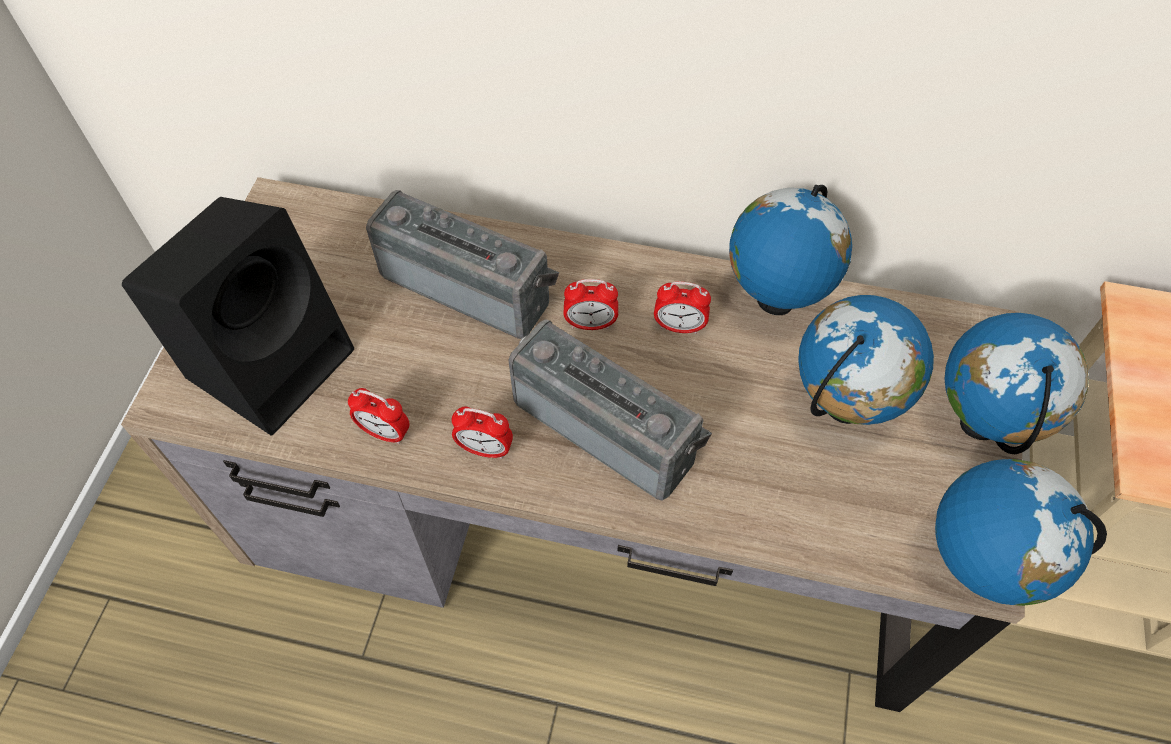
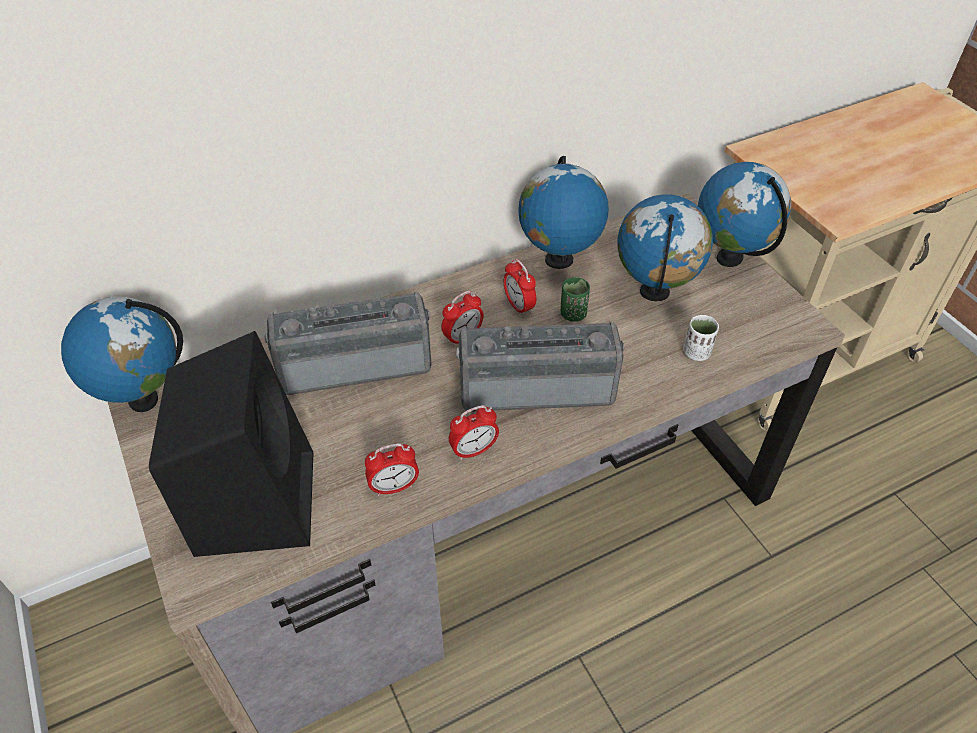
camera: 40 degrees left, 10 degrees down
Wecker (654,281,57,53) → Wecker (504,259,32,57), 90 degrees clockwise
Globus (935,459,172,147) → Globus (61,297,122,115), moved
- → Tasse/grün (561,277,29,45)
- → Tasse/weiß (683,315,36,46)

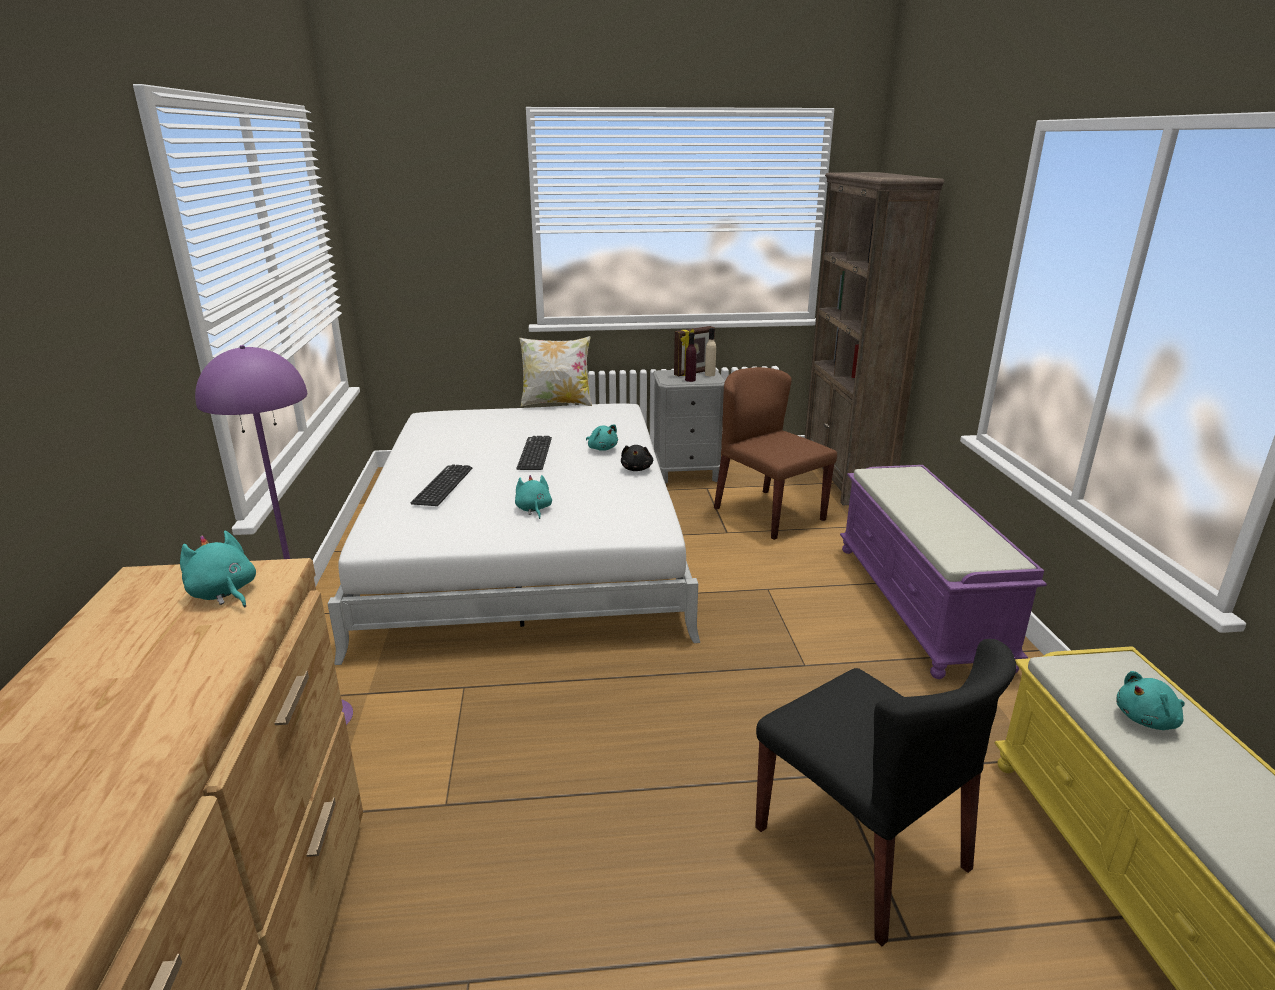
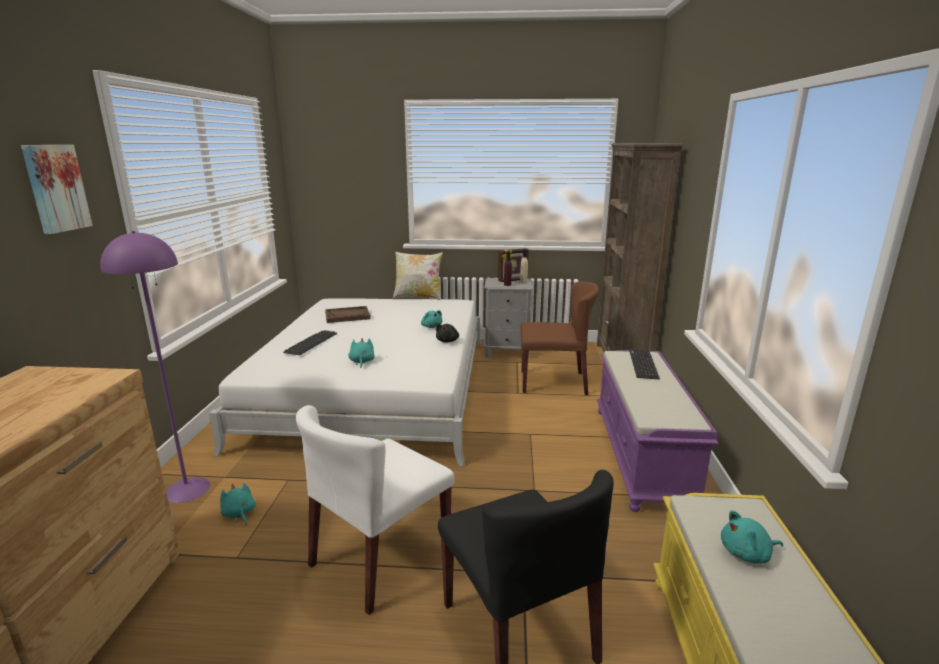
camera: 10 degrees right, 5 degrees down
Plüschtier/türkis (180,530,76,78) → Plüschtier/türkis (220,482,35,43), moved
Tastatur (516,436,36,34) → Tastatur (629,349,31,30), moved
Stuhl/braun (714,367,123,173) → Stuhl/braun (520,282,79,113), 120 degrees clockwise
- → Bild (21,145,72,89)
- → Stuhl/weiß (296,405,159,210)
- → Tablett/braun (325,306,46,17)

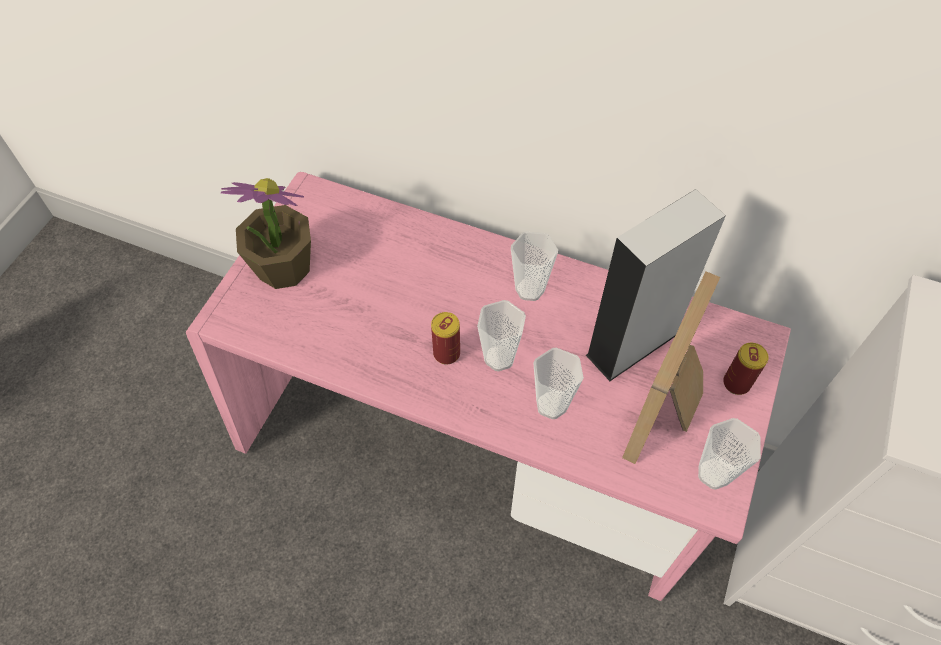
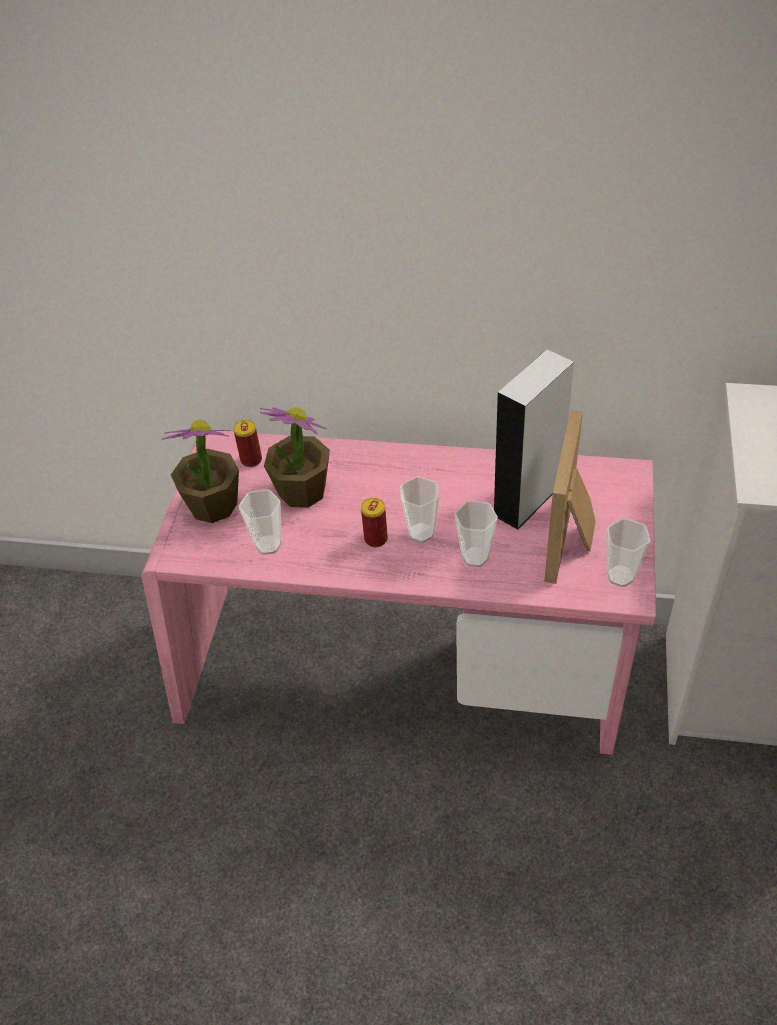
camera: 10 degrees left, 10 degrees down
Tasse (511,232,47,69) → Tasse (239,489,43,66), moved
Dose (723,343,46,52) → Dose (233,420,29,47), moved
- → Topfpflanze (260,407,70,101)

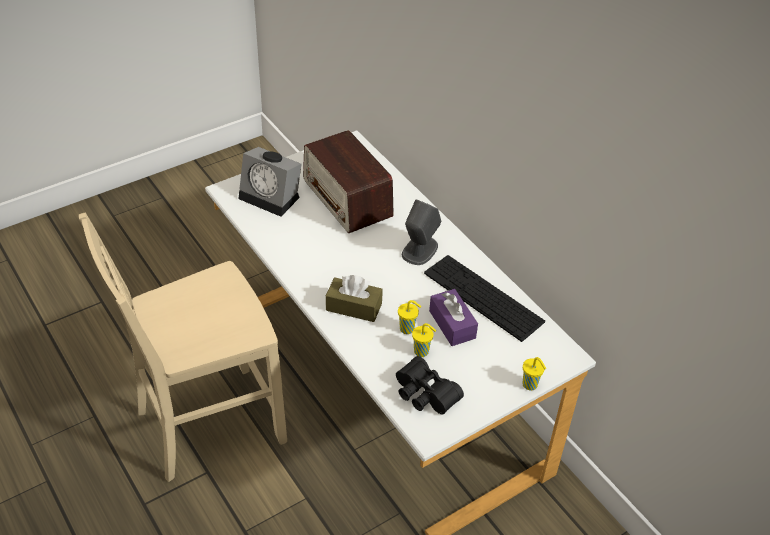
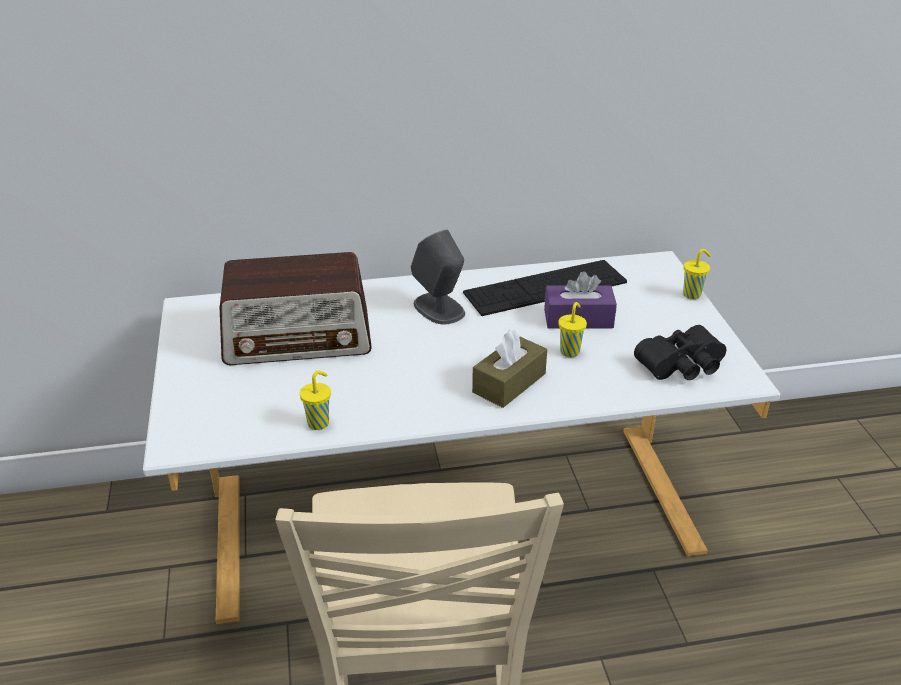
camera: 65 degrees left, 10 degrees down
Wecker (238,147,63,70) → -
Tasse/gelb (412,323,24,34) → Tasse/gelb (300,371,31,59), moved

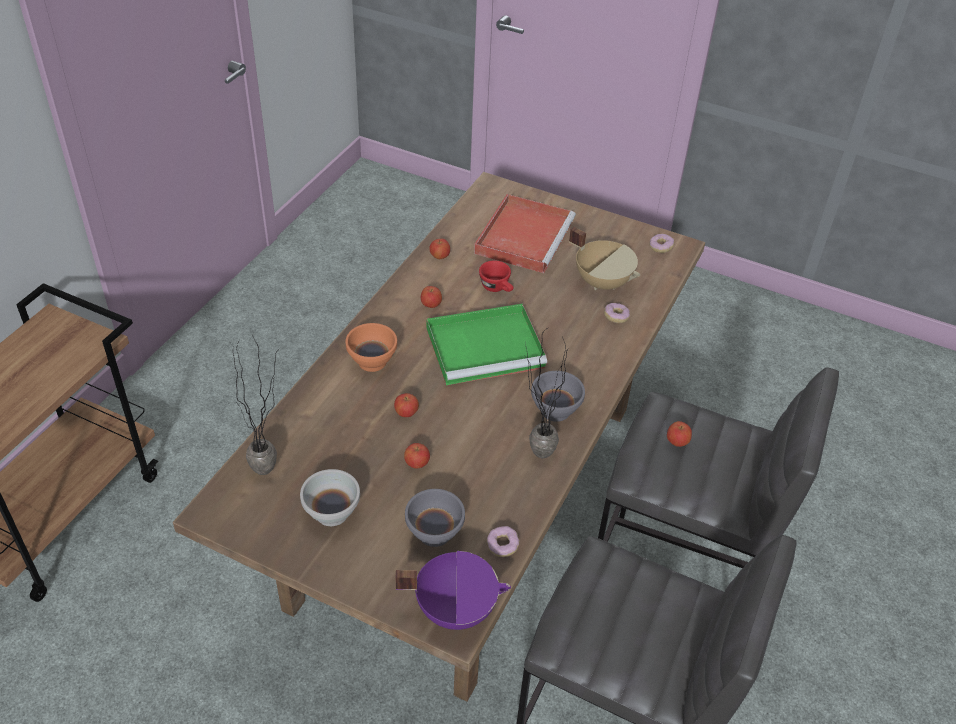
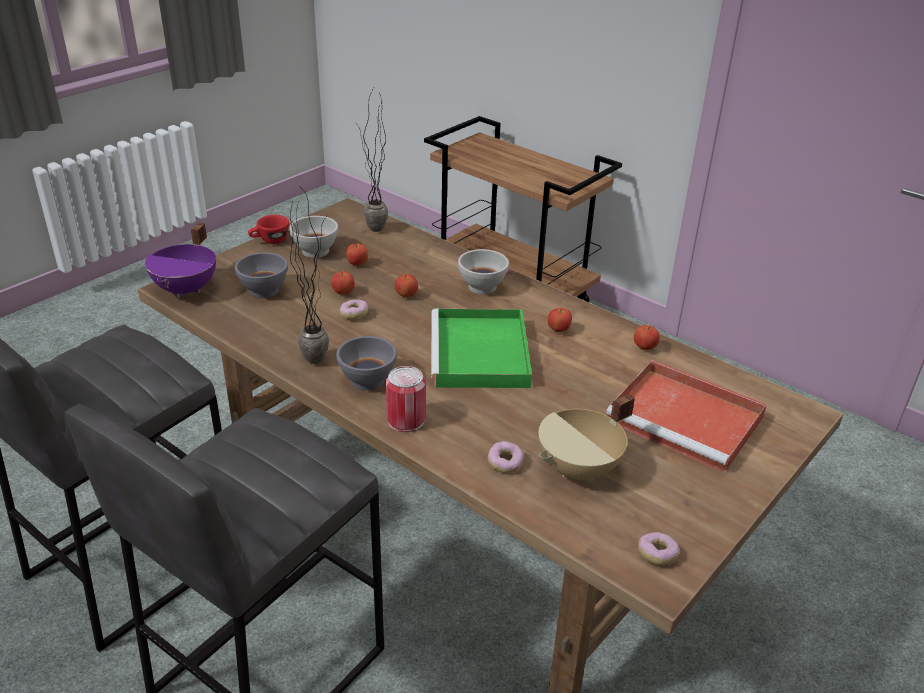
camera: 105 degrees right, 10 degrees down
Schüssel/orange (345,323,52,49) → Schüssel/weiß (458,249,51,45)
Tasse/rot (479,261,34,31) → Tasse/rot (248,215,41,29), moved
Donut (487,526,33,31) → Donut (340,299,28,20), moved
Apfel (667,421,25,26) → Apfel (346,244,22,22), moved
- → Dose (386,366,40,66)

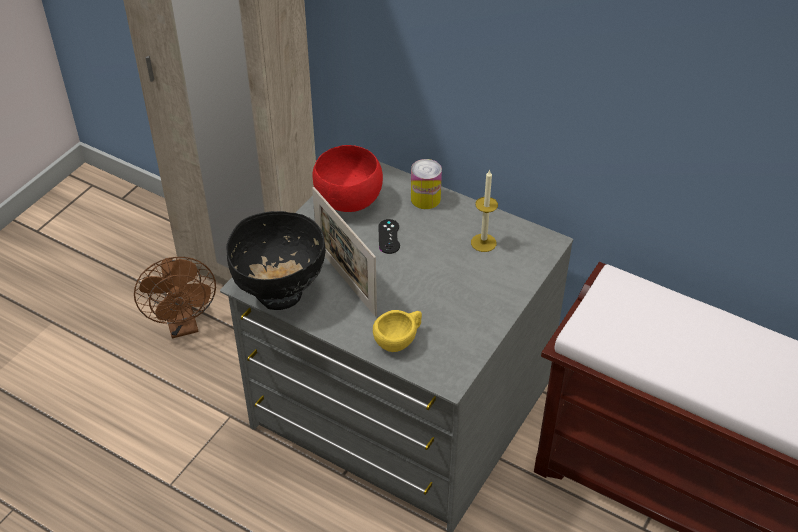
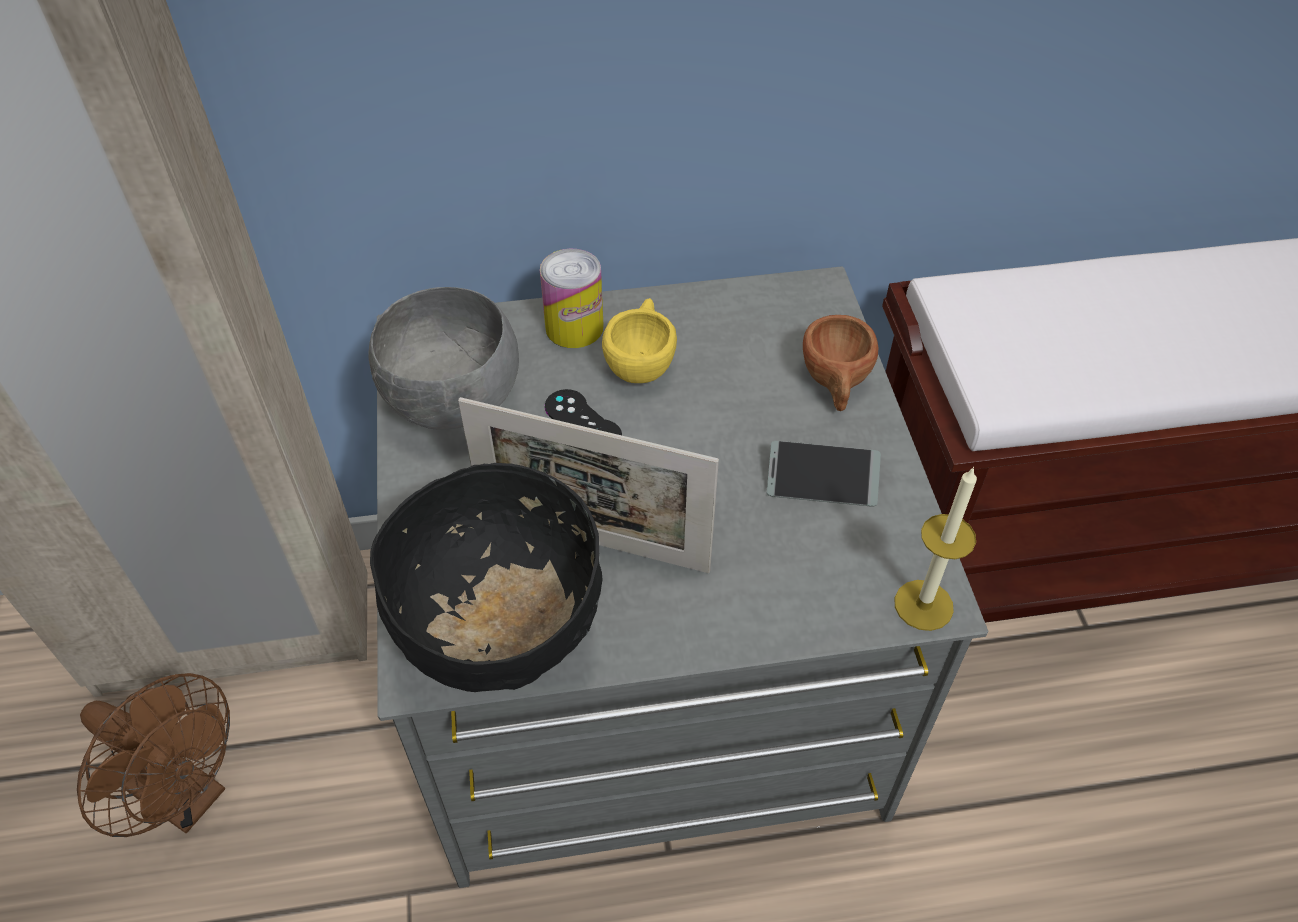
camera: 40 degrees left, 5 degrees up
Schüssel/rot (313,145,70,67) → Schüssel/grau (368,287,151,143)
Tasse/gelb (373,310,49,42) → Tasse/gelb (602,298,75,85), moved
Kerze (471,169,27,83) → Kerze (895,467,82,164), moved
- → Handy (767,441,114,65)
- → Tasse/braun (803,315,75,96)

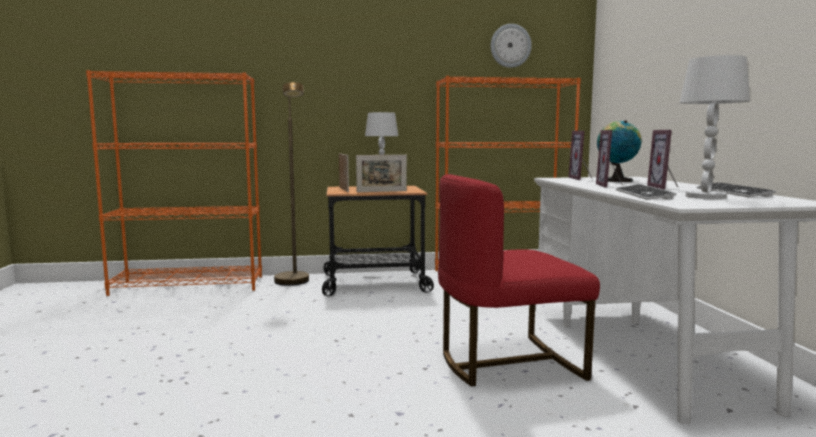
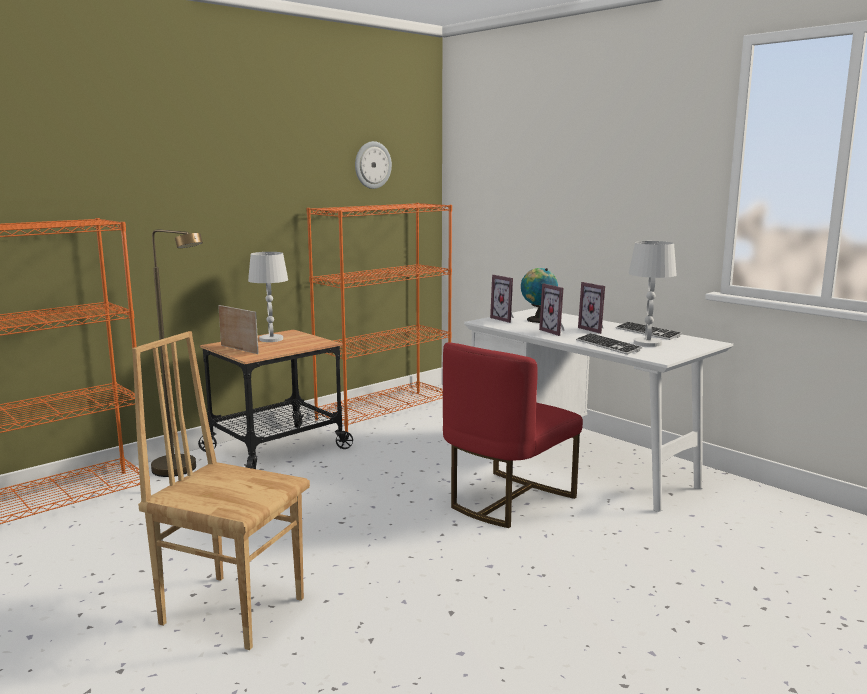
camera: 35 degrees left, 5 degrees up
Bilderrahmen (356,155,51,37) → -
- → Stuhl/braun (132,331,178,319)

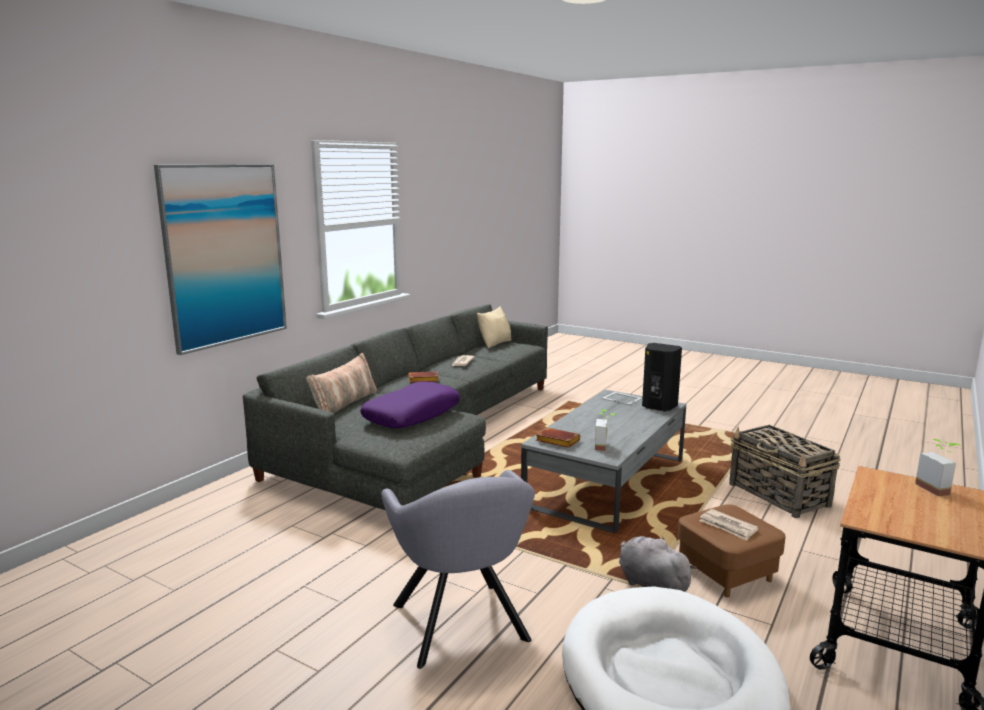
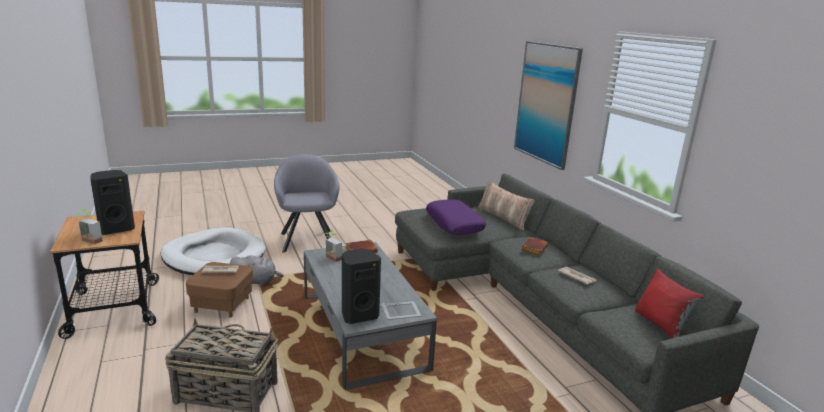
camera: 125 degrees right, 5 degrees up
Sessel/grau (381,470,154,199) → Sessel/grau (274,154,66,99), 60 degrees clockwise
Kissen/beige (477,306,35,42) → Kissen/rot (635,268,69,71)
- → Lautsprecher/schwarz (90,170,45,65)

